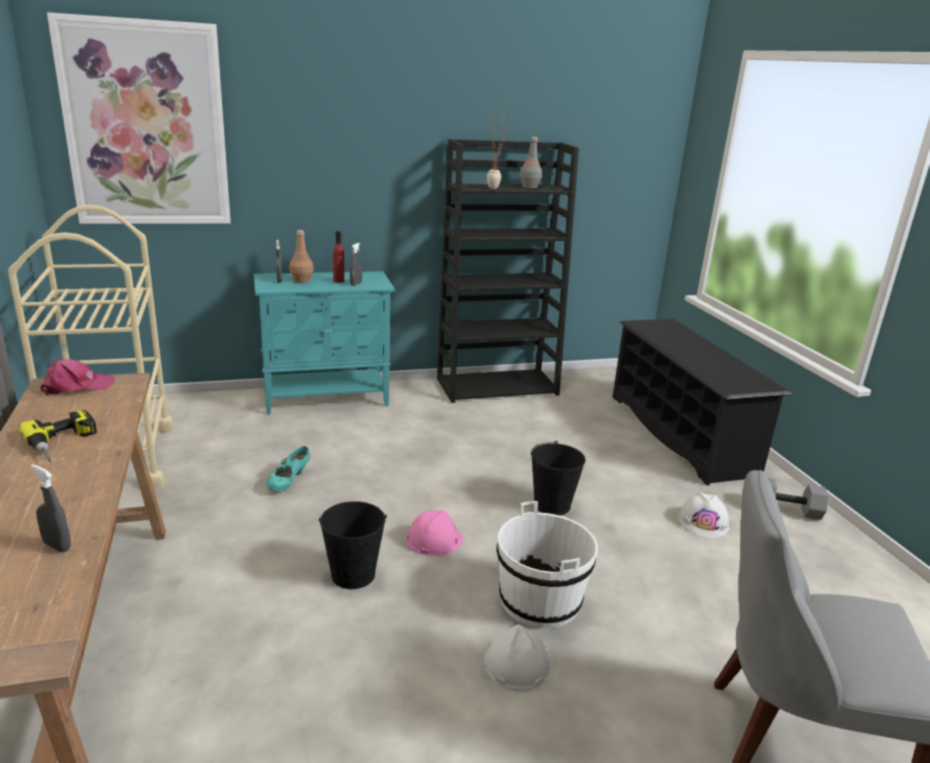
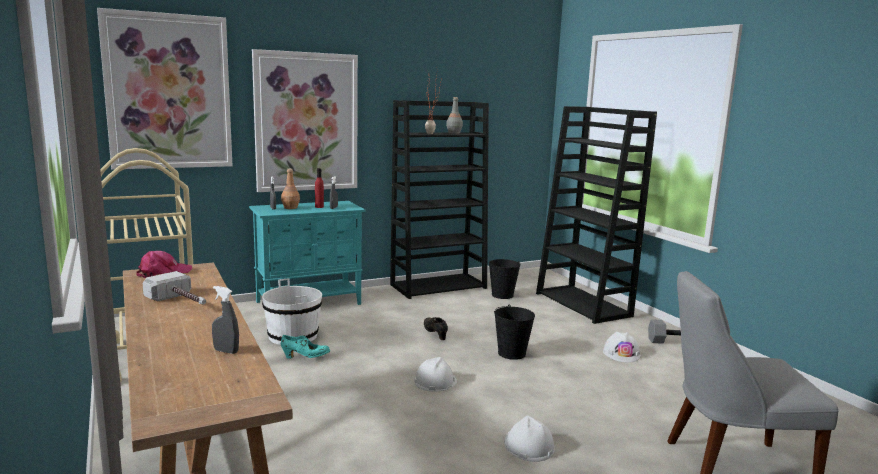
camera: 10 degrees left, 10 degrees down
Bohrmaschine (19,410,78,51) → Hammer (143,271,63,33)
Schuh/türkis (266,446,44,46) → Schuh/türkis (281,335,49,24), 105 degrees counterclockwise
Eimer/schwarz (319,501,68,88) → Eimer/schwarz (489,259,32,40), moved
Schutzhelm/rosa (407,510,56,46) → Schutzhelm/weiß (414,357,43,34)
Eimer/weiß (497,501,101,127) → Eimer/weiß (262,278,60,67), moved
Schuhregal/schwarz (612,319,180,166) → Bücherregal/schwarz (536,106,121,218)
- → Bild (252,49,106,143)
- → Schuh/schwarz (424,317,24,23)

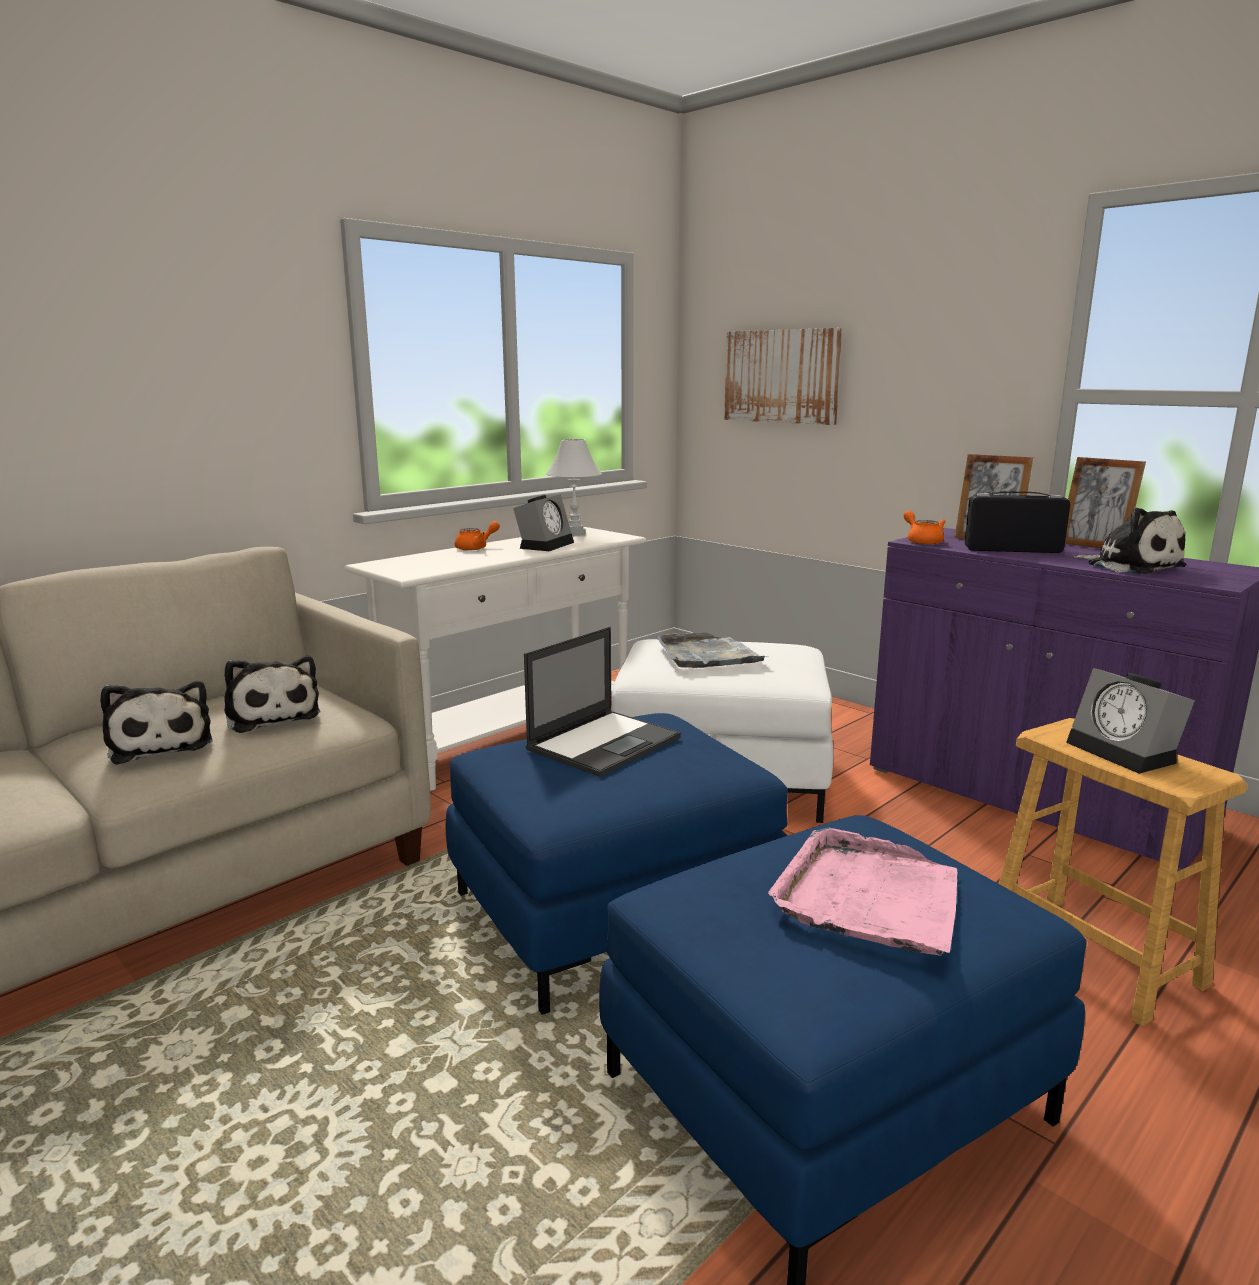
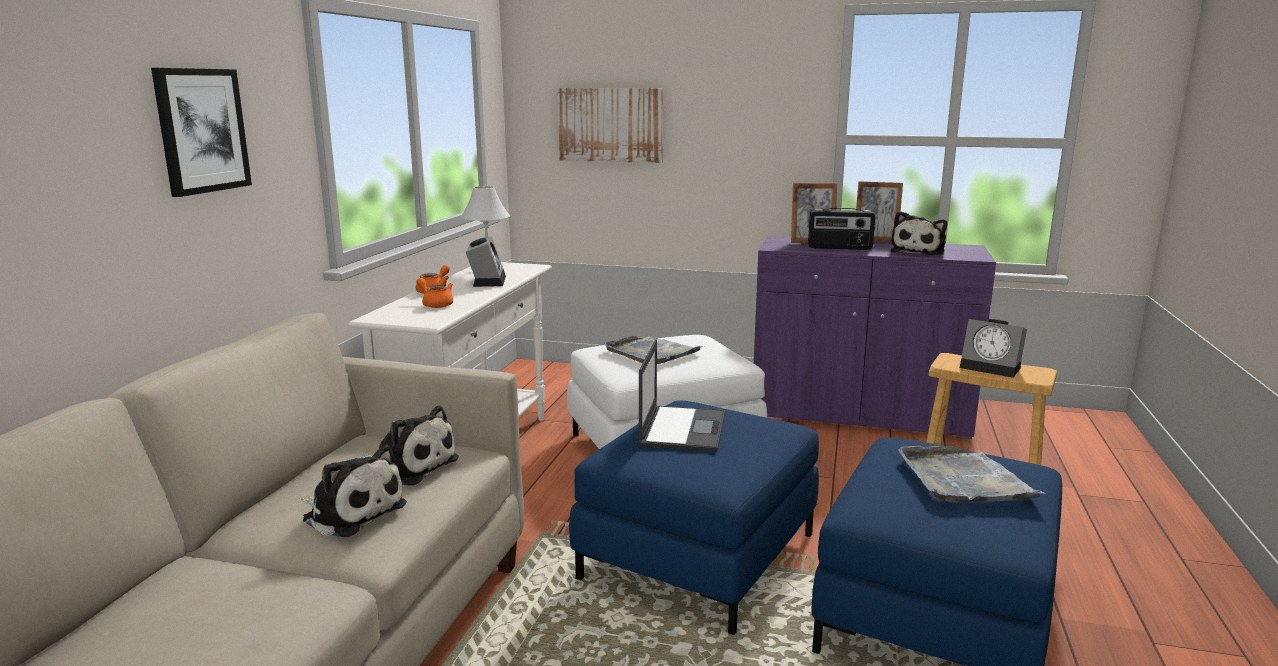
camera: 30 degrees left, 0 degrees up
Tablett/rosa (768,828,189,128) → Tablett/grau (898,445,148,58)
Teekanne/orange (904,511,42,34) → Teekanne/orange (416,278,37,30), moved
Radio (965,491,105,62) → Radio (808,208,67,42), 150 degrees counterclockwise
Plüschtier (1074,507,113,67) → Plüschtier (891,211,56,45), 90 degrees clockwise
- → Bild (151,68,101,129)

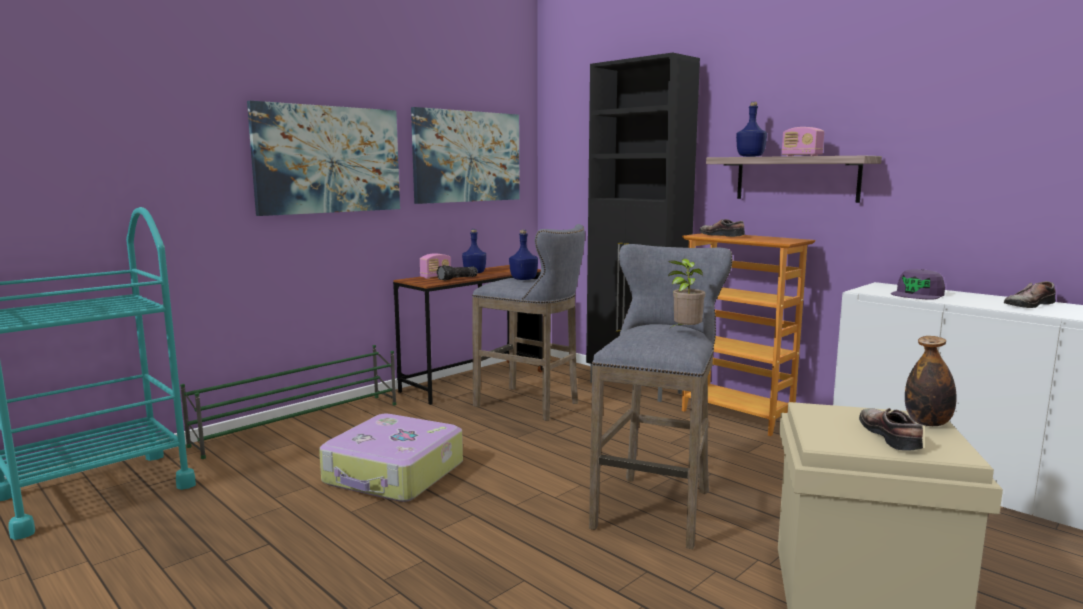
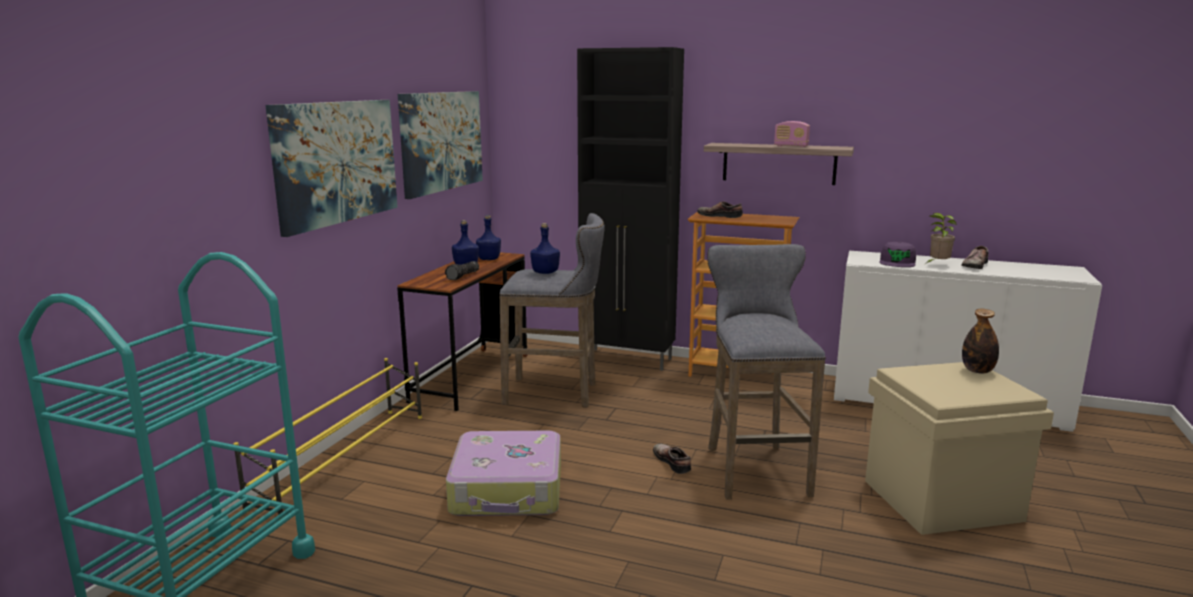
camera: 25 degrees left, 5 degrees up
Schuhregal/grün (180,345,216,114) → Schuhregal/gelb (233,358,189,161)
Radio (420,253,31,25) → -
Topfpflanze (668,259,37,70) → Topfpflanze (927,213,30,50), moved
Flasche/blau (736,102,31,55) → Flasche/blau (476,215,25,45), moved
Schuh (859,408,64,43) → Schuh (653,444,38,30), moved

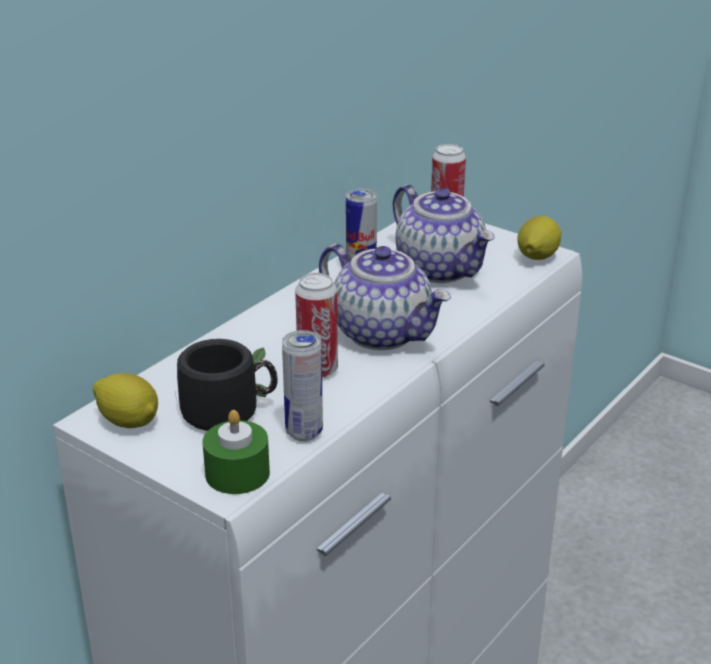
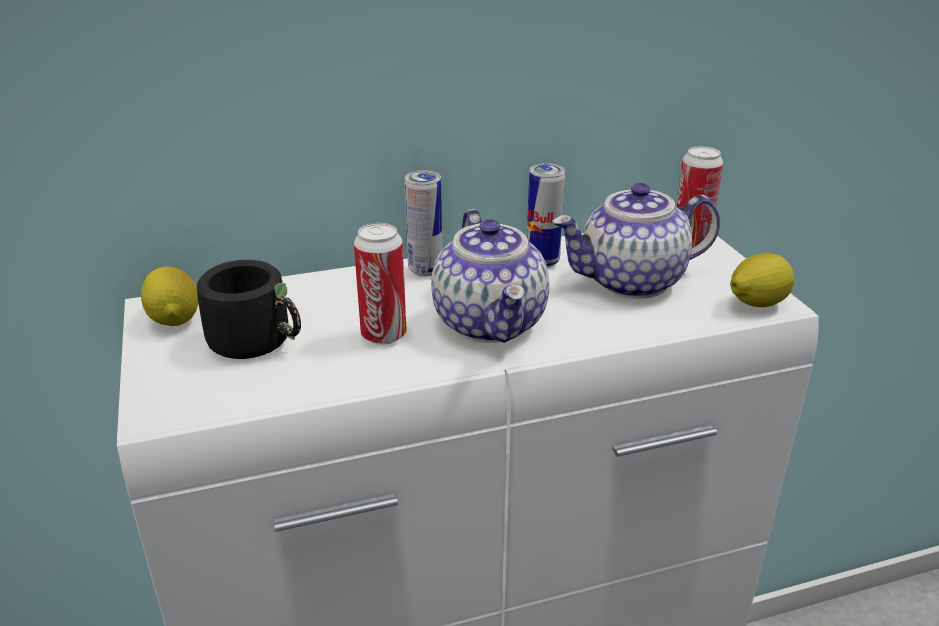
camera: 35 degrees right, 0 degrees up
Kerze/grün (203,410,67,84) → -
Dose (282,330,41,111) → Dose (405,170,37,107), moved
Teekanne (393,184,102,99) → Teekanne (552,183,168,116), 75 degrees clockwise

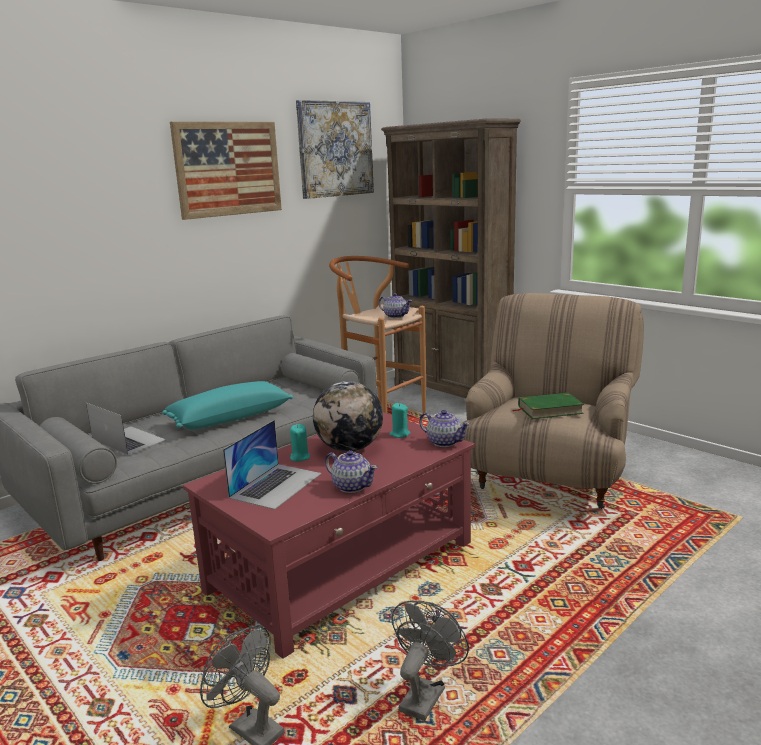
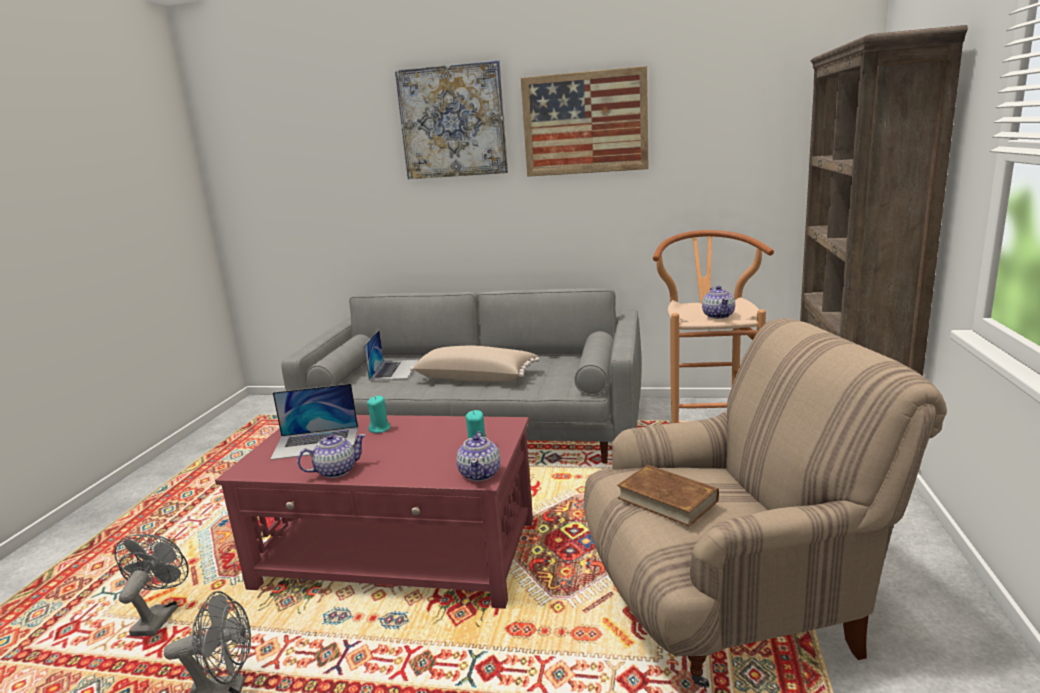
camera: 55 degrees right, 0 degrees up
Kissen/türkis (162,381,131,49) → Kissen/beige (410,345,130,36)
Bild (296,100,78,99) → Bild (395,60,113,119), moved
Globus (313,381,70,71) → -
Teekanne (325,450,53,43) → Teekanne (297,434,69,44), 120 degrees counterclockwise
Buch/grün (513,393,71,26) → Buch/braun (617,465,102,61)

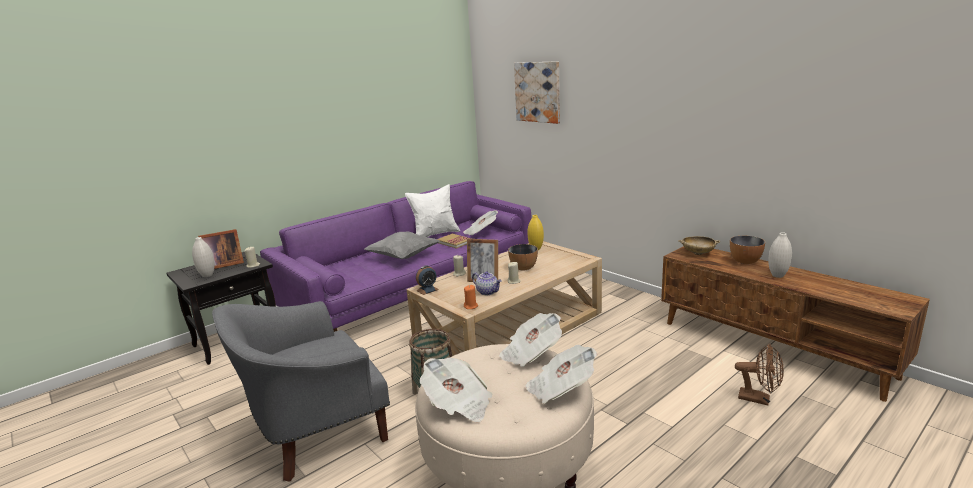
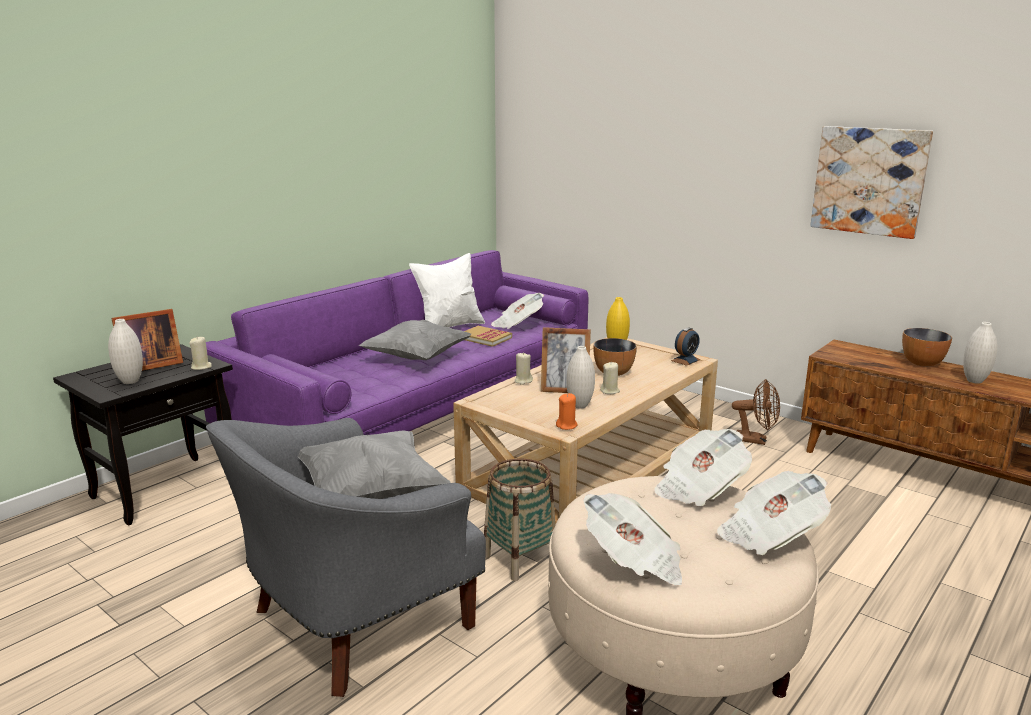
camera: 10 degrees left, 0 degrees up
Wecker (416,265,23,30) → Wecker (671,328,29,38), moved
Teekanne (472,271,30,24) → Vase/weiß (567,346,28,63)
Bild (514,61,46,63) → Bild (810,126,123,113), moved
Schüssel/beige (678,236,42,19) → -
Ventilator/braun (735,344,49,62) → Ventilator/braun (732,379,48,66), moved
- → Kissen/grau (298,430,153,69)

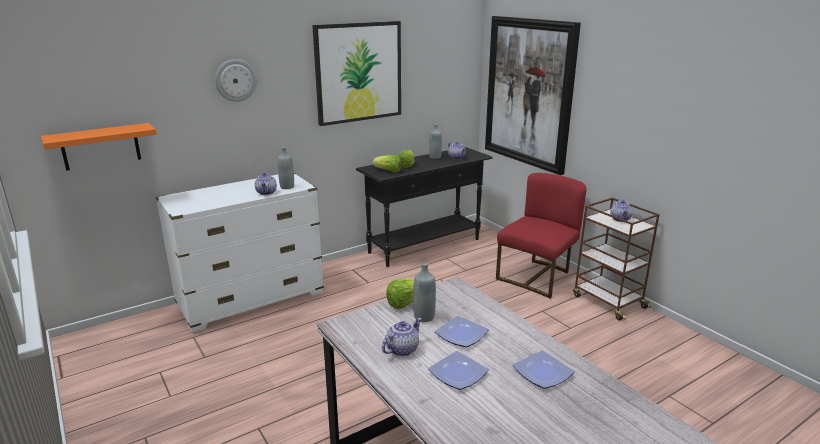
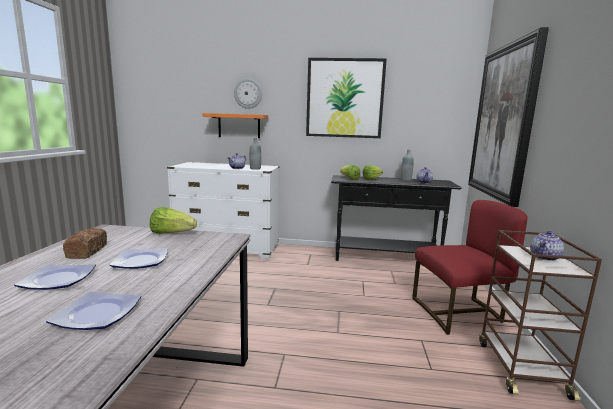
camera: 40 degrees right, 10 degrees down
Wandregal/orange (41,123,116,48) → Wandregal/orange (202,113,66,25), moved
Teekanne (382,318,40,38) → Brot (63,228,44,31)
Flasche/grau (413,263,23,59) → -

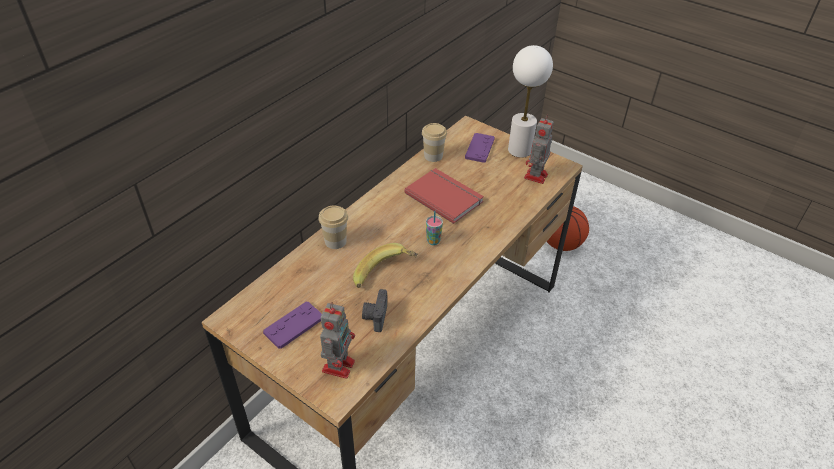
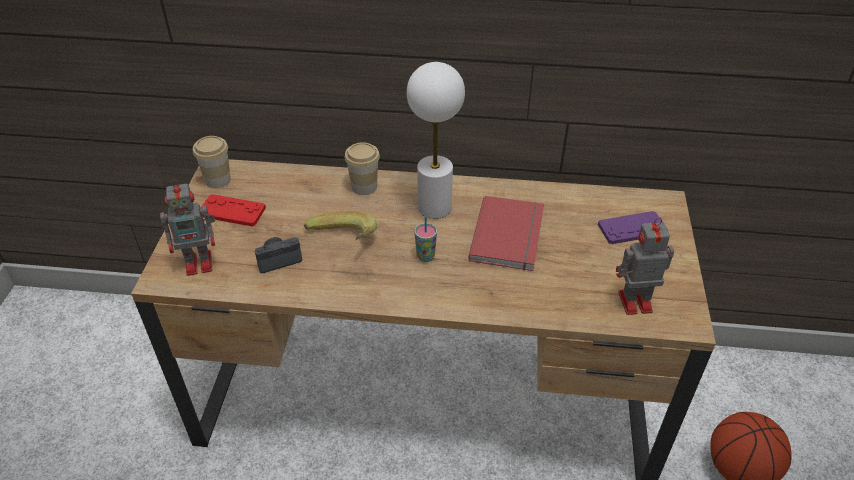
camera: 60 degrees right, 0 degrees up
Gamepad/lila (263,302,59,47) → Gamepad/rot (201,194,65,33)
Tasse (422,123,25,39) → Tasse (193,136,38,52), moved
Tischlampe/weiß (508,45,45,113) → Tischlampe/weiß (407,62,58,157), moved

